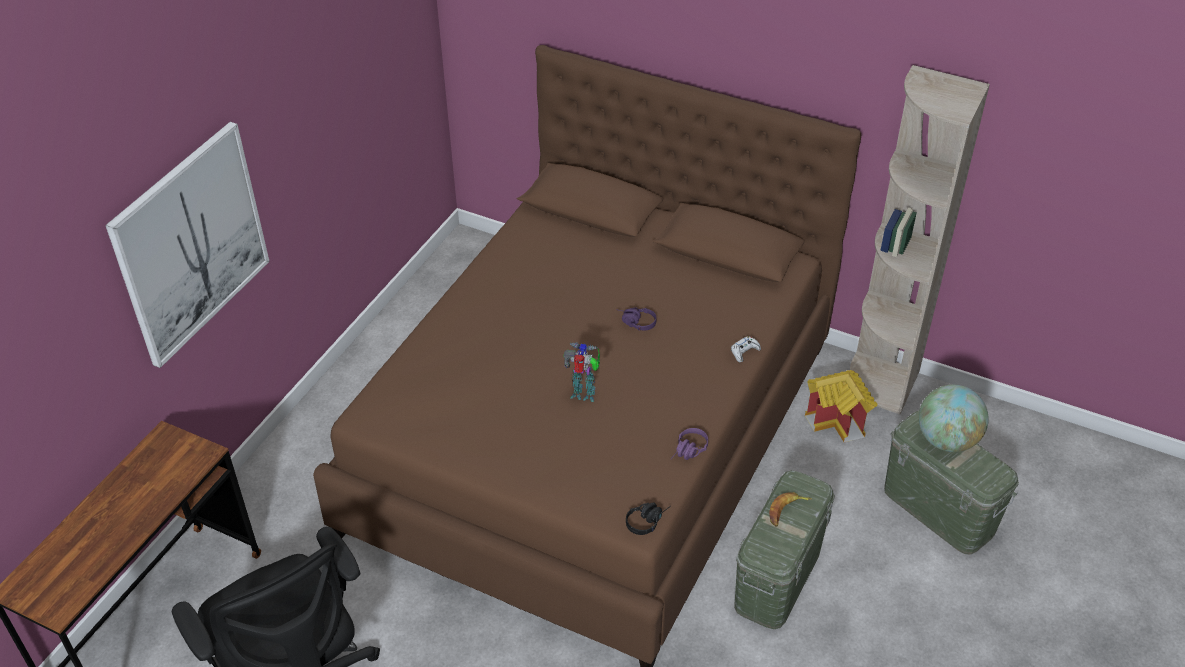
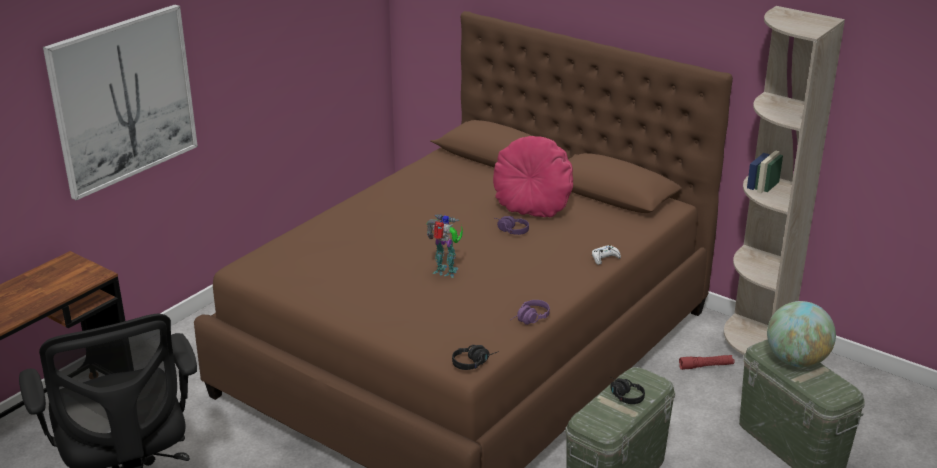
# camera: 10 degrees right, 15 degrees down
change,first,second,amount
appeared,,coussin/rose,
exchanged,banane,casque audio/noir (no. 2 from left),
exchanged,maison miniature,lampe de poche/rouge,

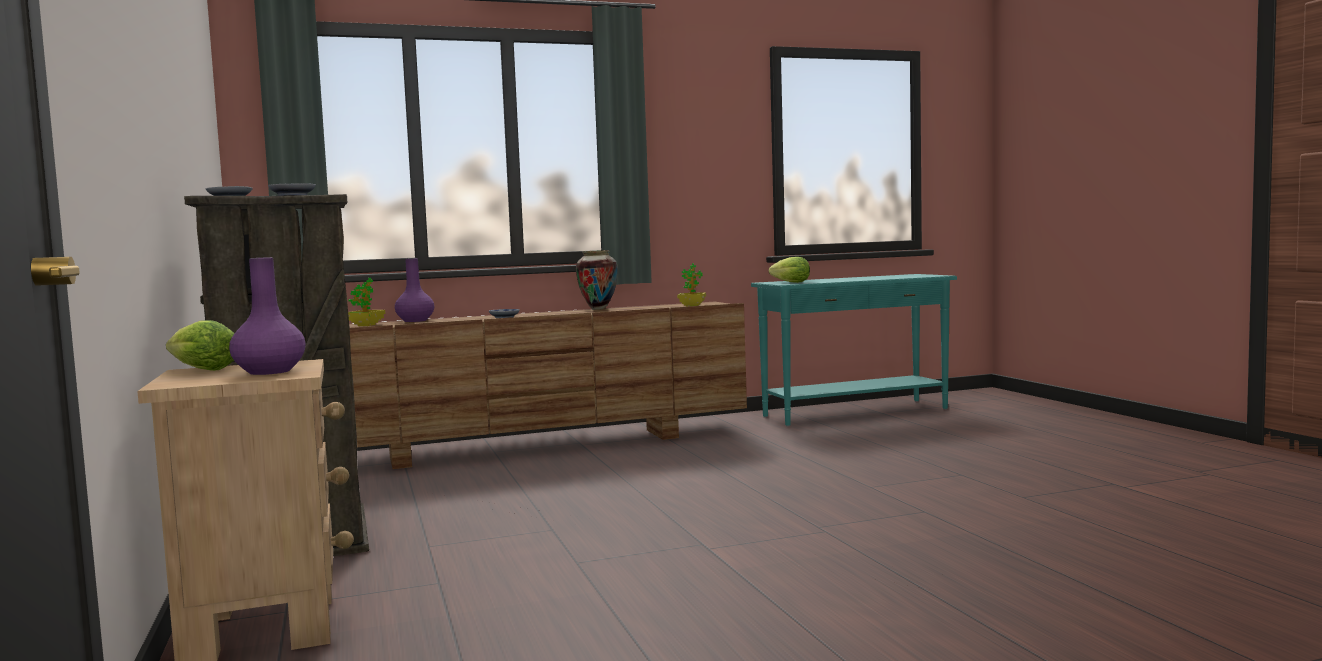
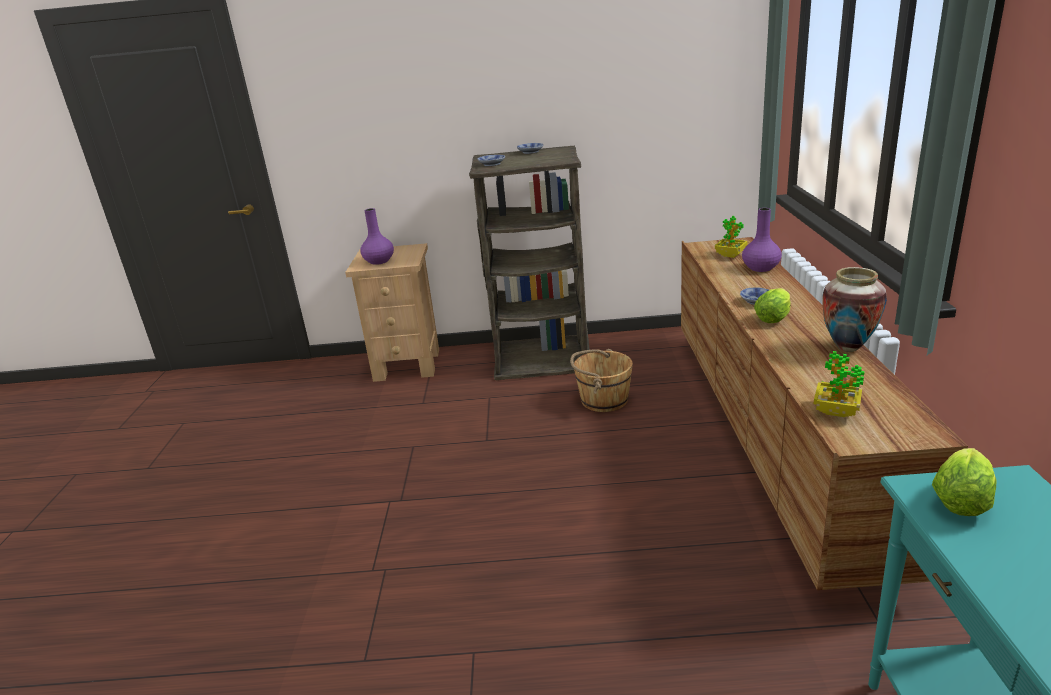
# camera: 110 degrees right, 20 degrees up
change,first,second,amount
appeared,,seau/marron,
relocated,laitue (no. 1 from left),,

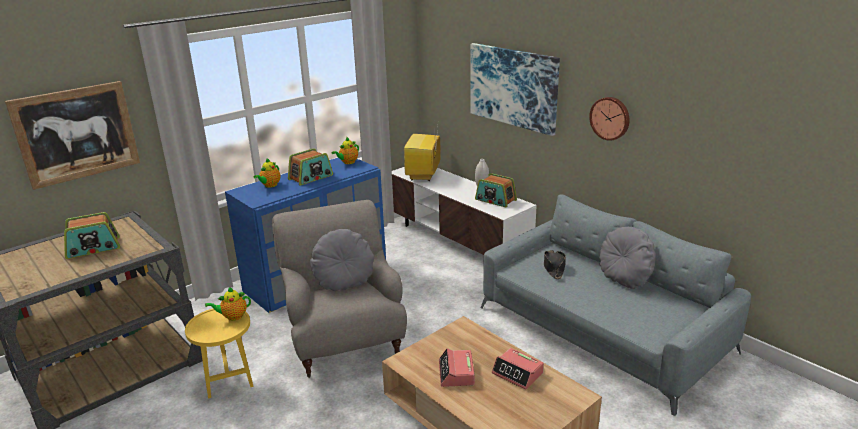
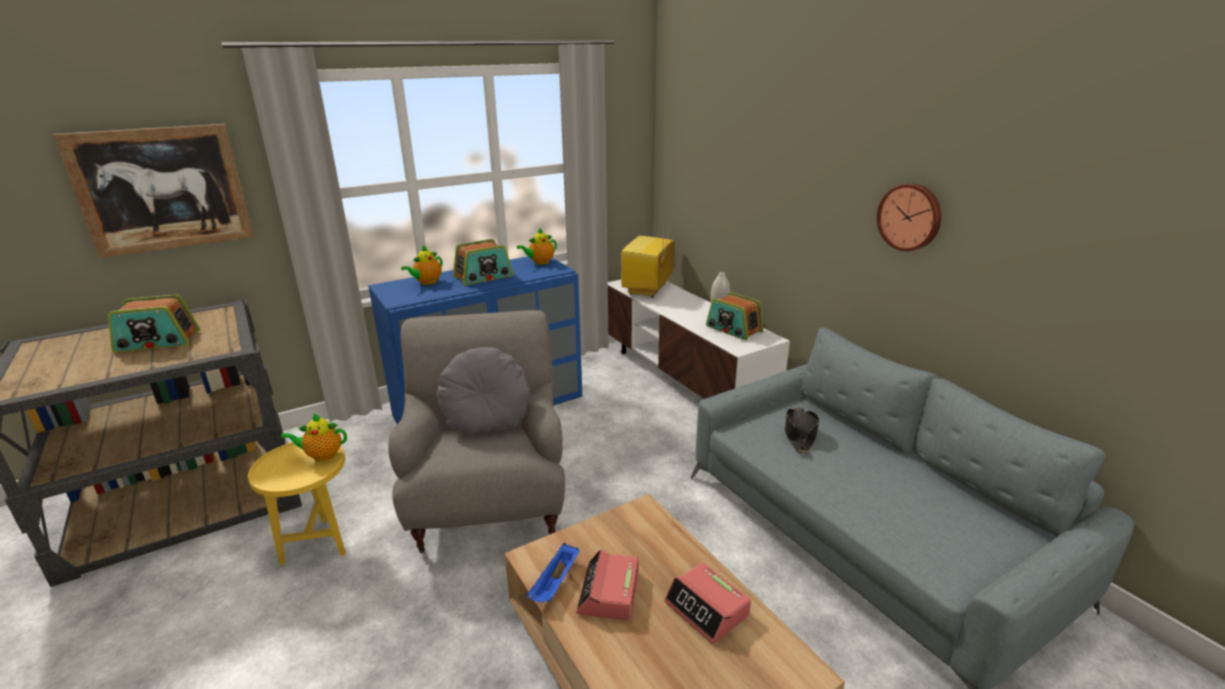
# camera: 10 degrees right, 0 degrees up
change,first,second,amount
appeared,,plateau/bleu,
missing,tableau (no. 2 from left),,
missing,coussin/gris (no. 2 from left),,

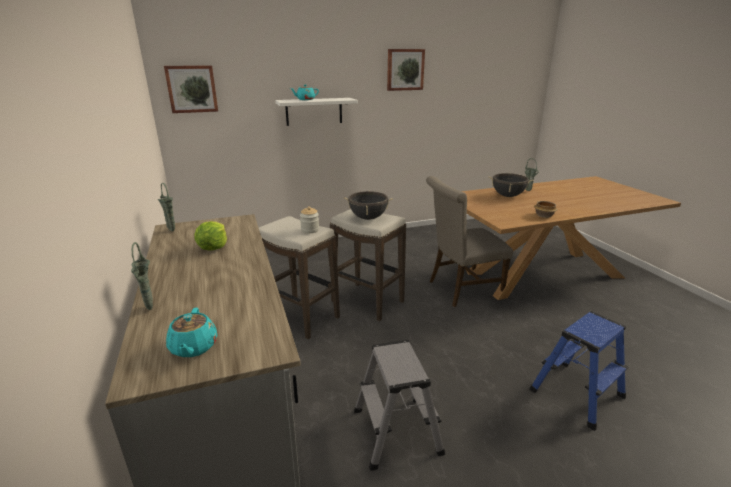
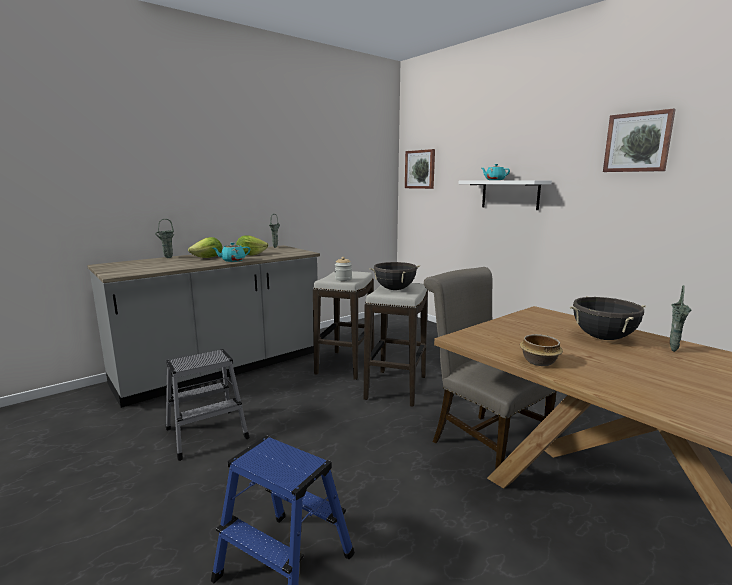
# camera: 70 degrees right, 10 degrees down
change,first,second,amount
appeared,,laitue (no. 1 from left),
relocated,théière/turquoise (no. 1 from left),,

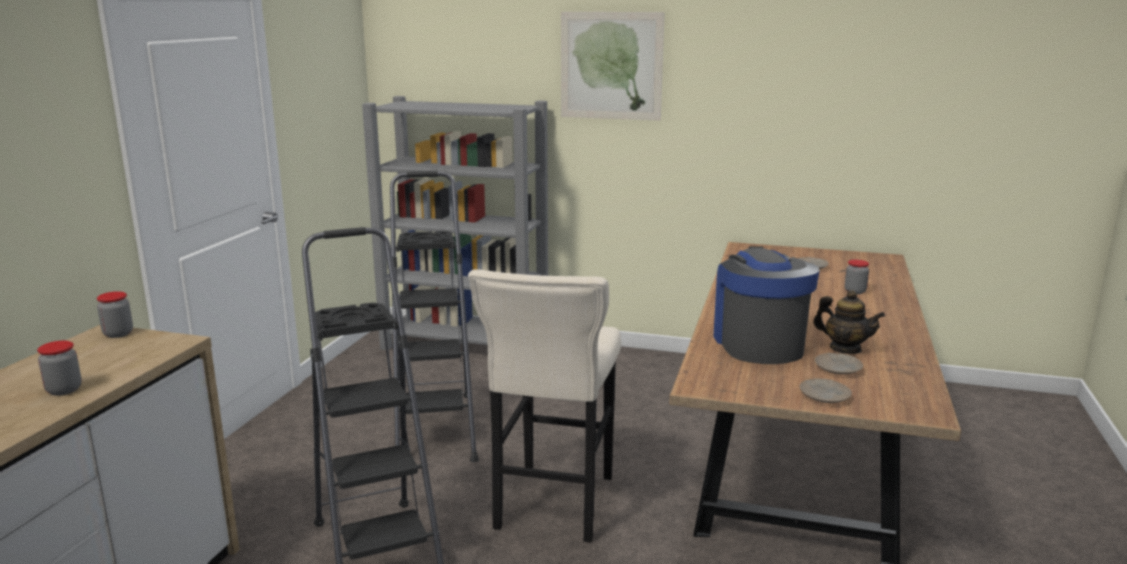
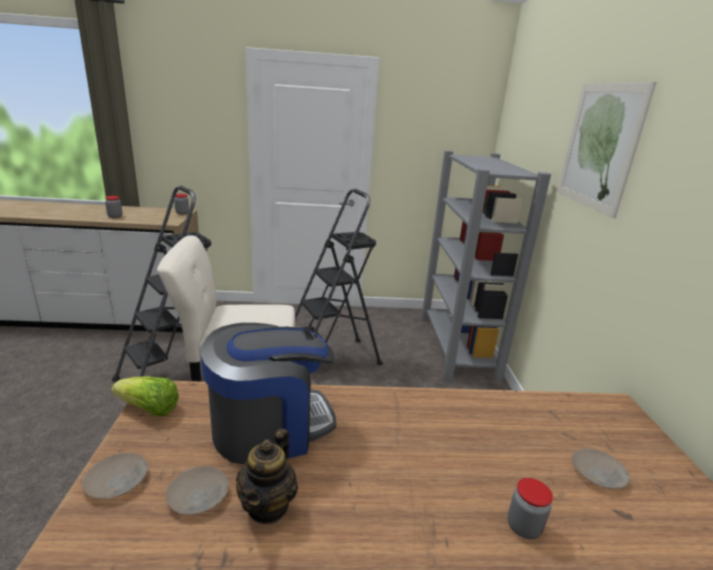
# camera: 70 degrees right, 5 degrees up
change,first,second,amount
appeared,,laitue,

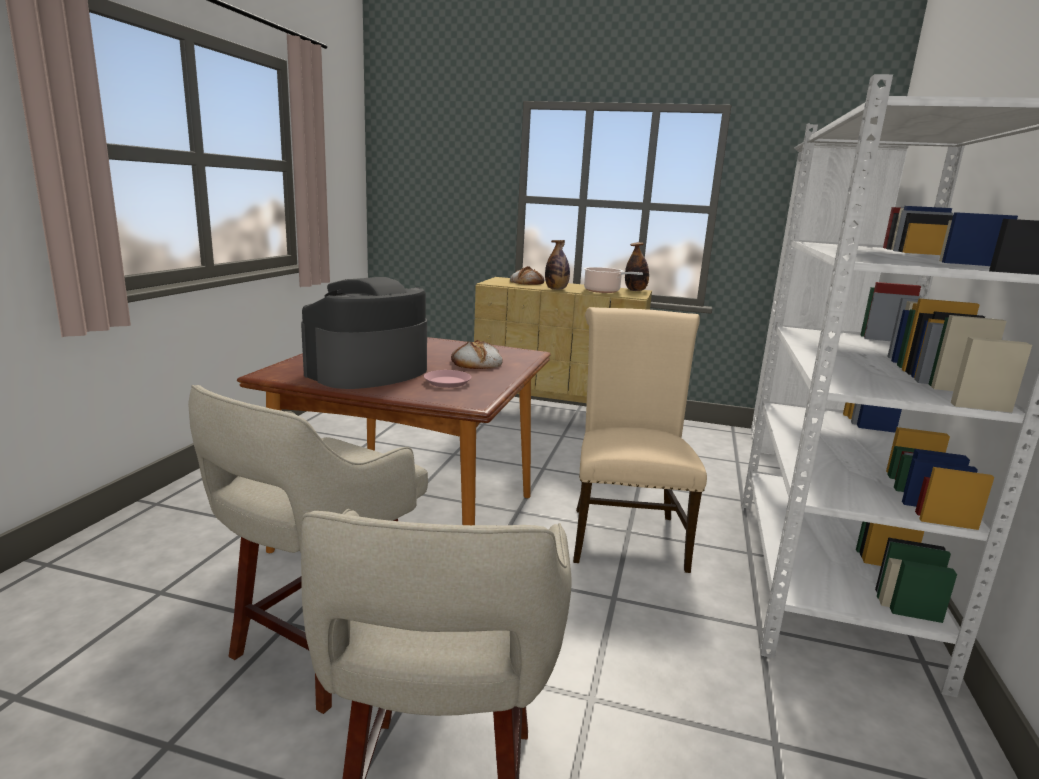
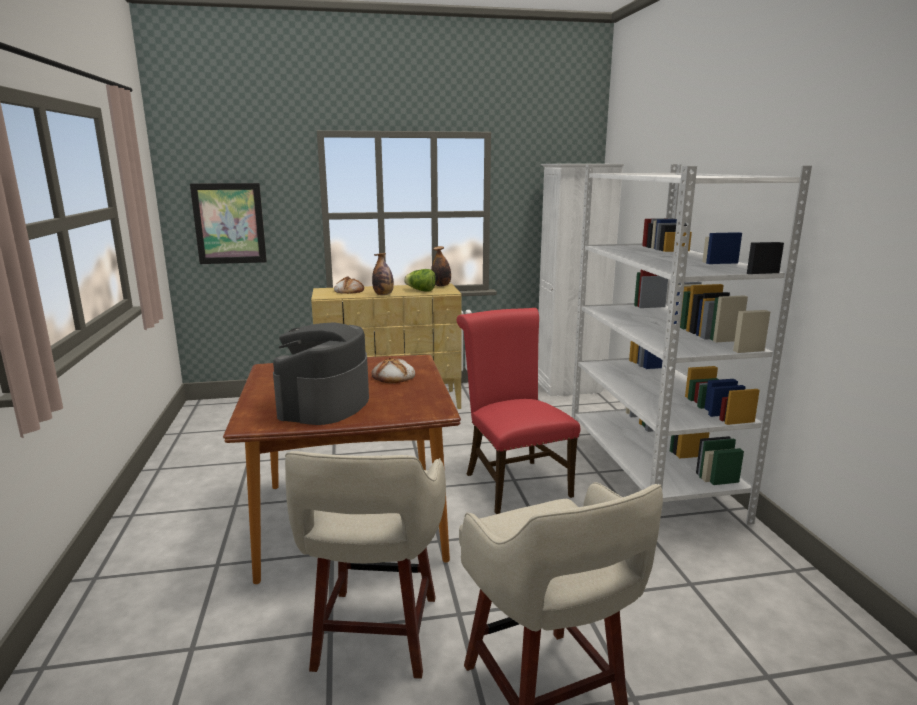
# camera: 25 degrees left, 0 degrees up
change,first,second,amount
appeared,,tableau,
exchanged,marmite,laitue,
colour,chaise/beige,chaise/rouge,
missing,assiette/rose,,

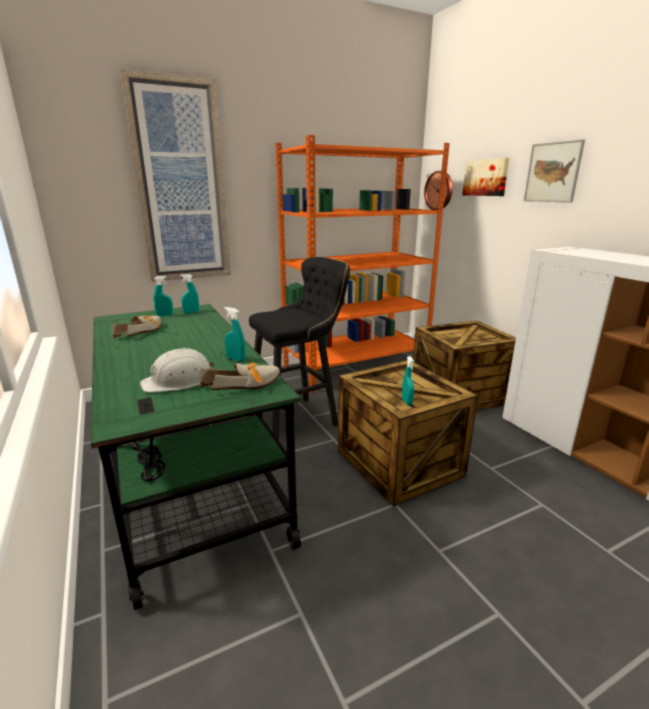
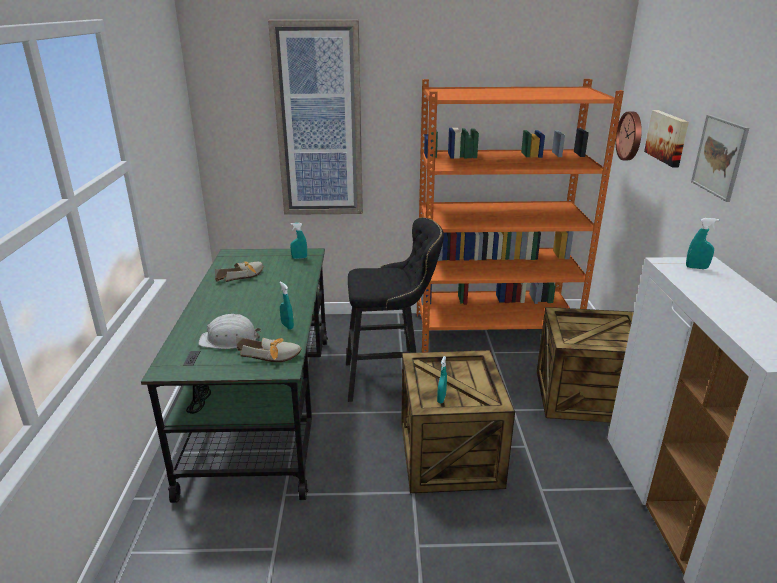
# camera: 25 degrees right, 5 degrees up
change,first,second,amount
relocated,vaporisateur/turquoise (no. 1 from left in the first image),vaporisateur/turquoise (no. 4 from left),

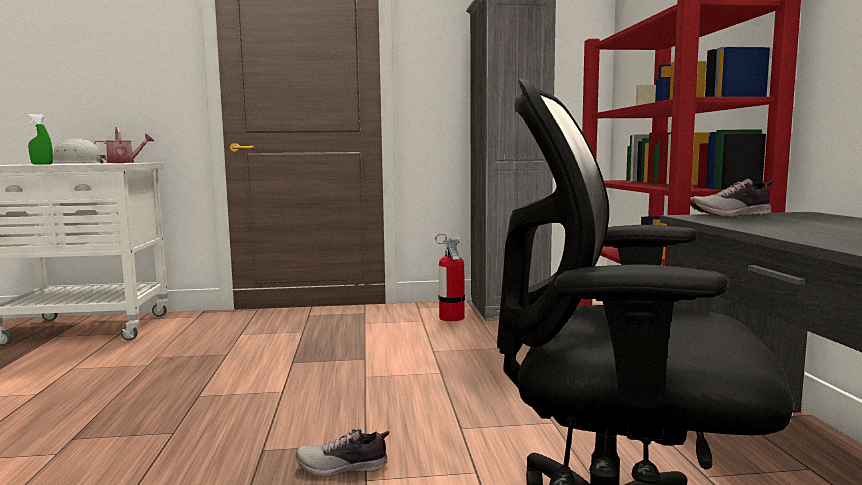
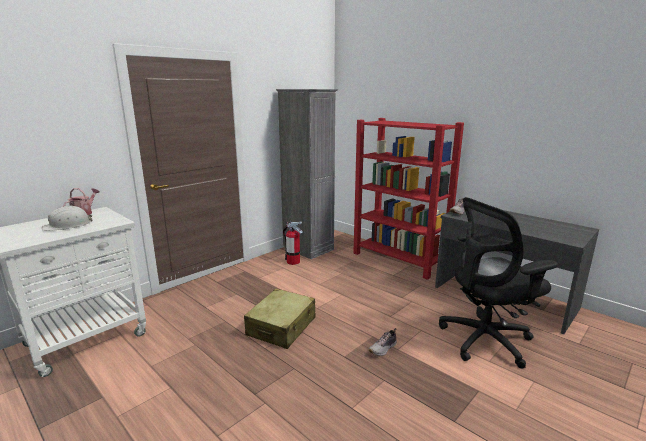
# camera: 40 degrees left, 10 degrees up
change,first,second,amount
appeared,,valise/beige,
missing,vaporisateur/vert,,

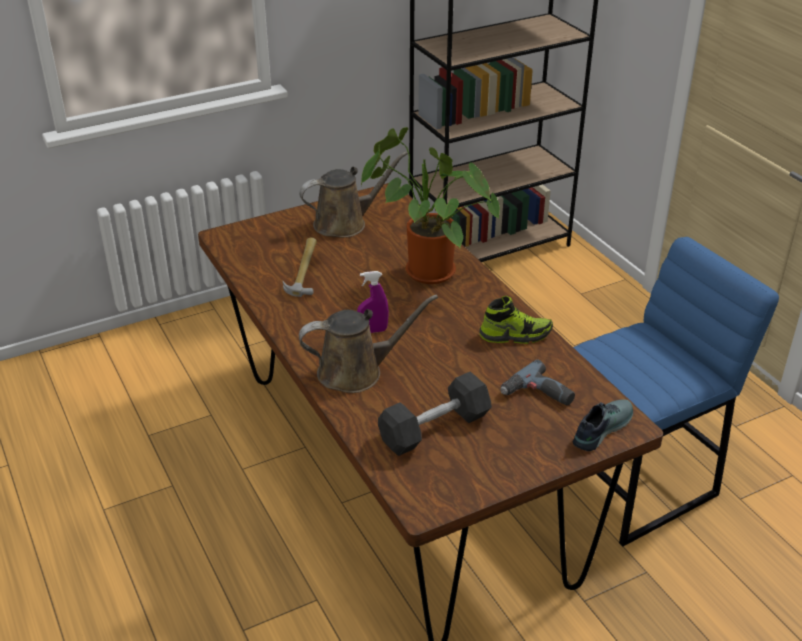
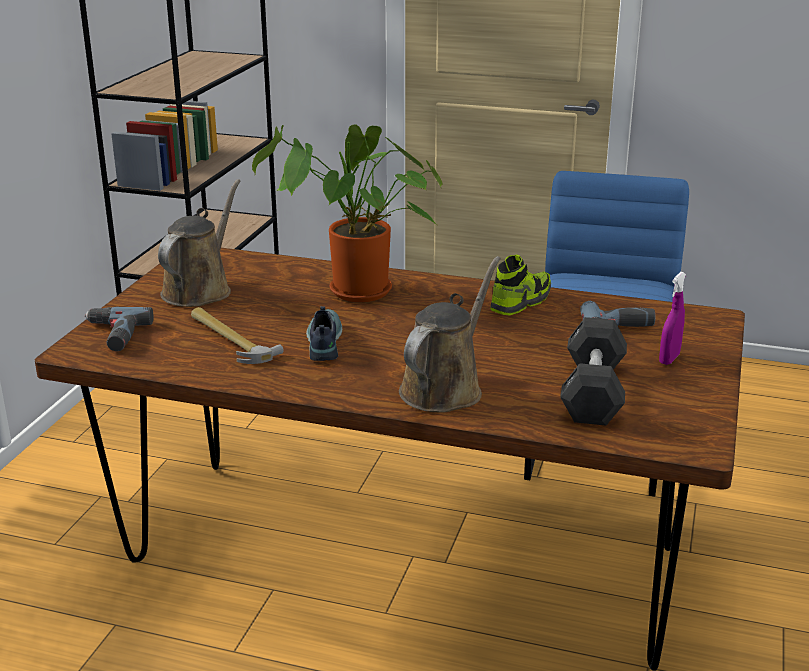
# camera: 45 degrees left, 10 degrees down
change,first,second,amount
appeared,,perceuse (no. 1 from left),
relocated,chaussure (no. 2 from left in the first image),chaussure (no. 1 from left),
relocated,vaporisateur/violet,,

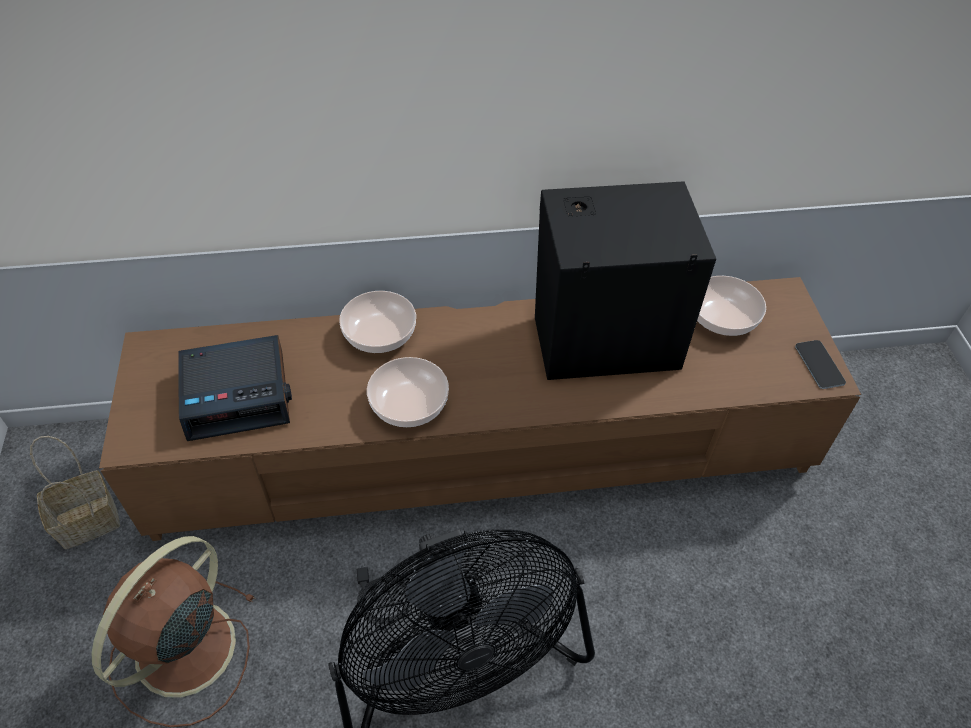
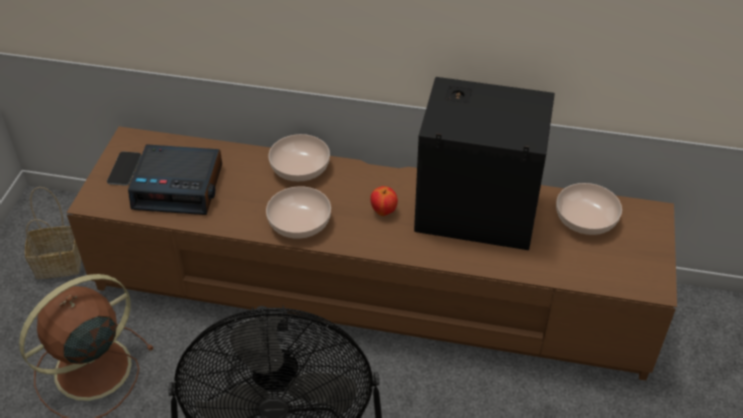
# camera: 20 degrees right, 5 degrees down
change,first,second,amount
relocated,téléphone,,
appeared,,pomme,

